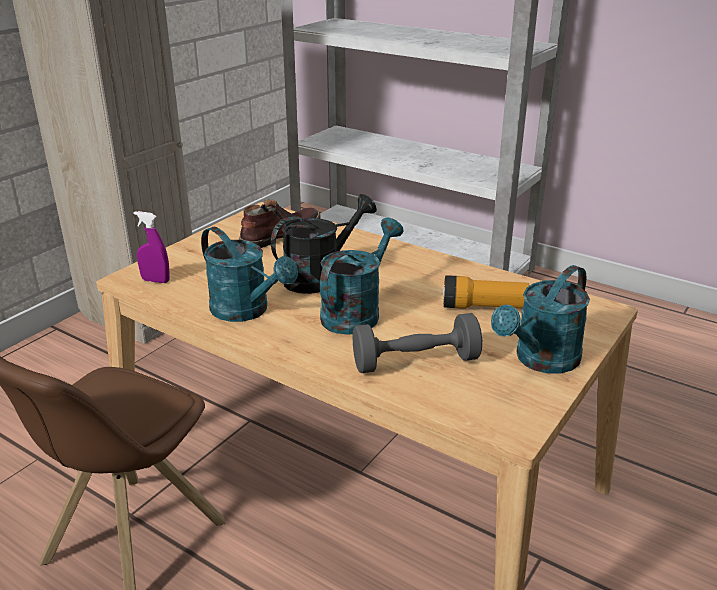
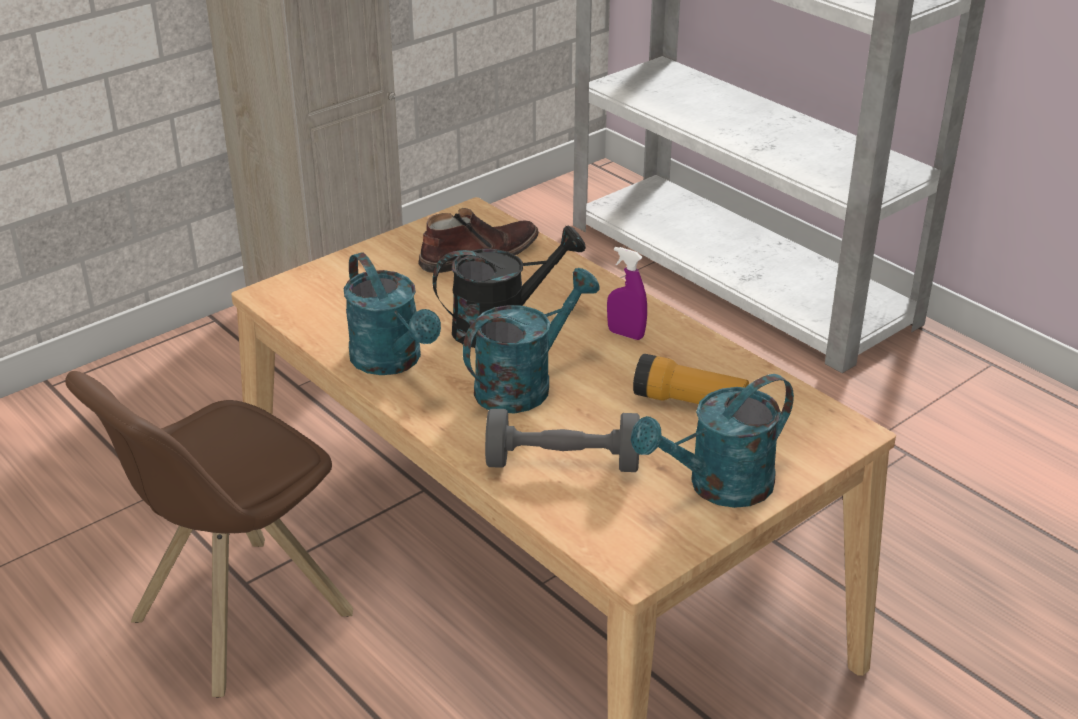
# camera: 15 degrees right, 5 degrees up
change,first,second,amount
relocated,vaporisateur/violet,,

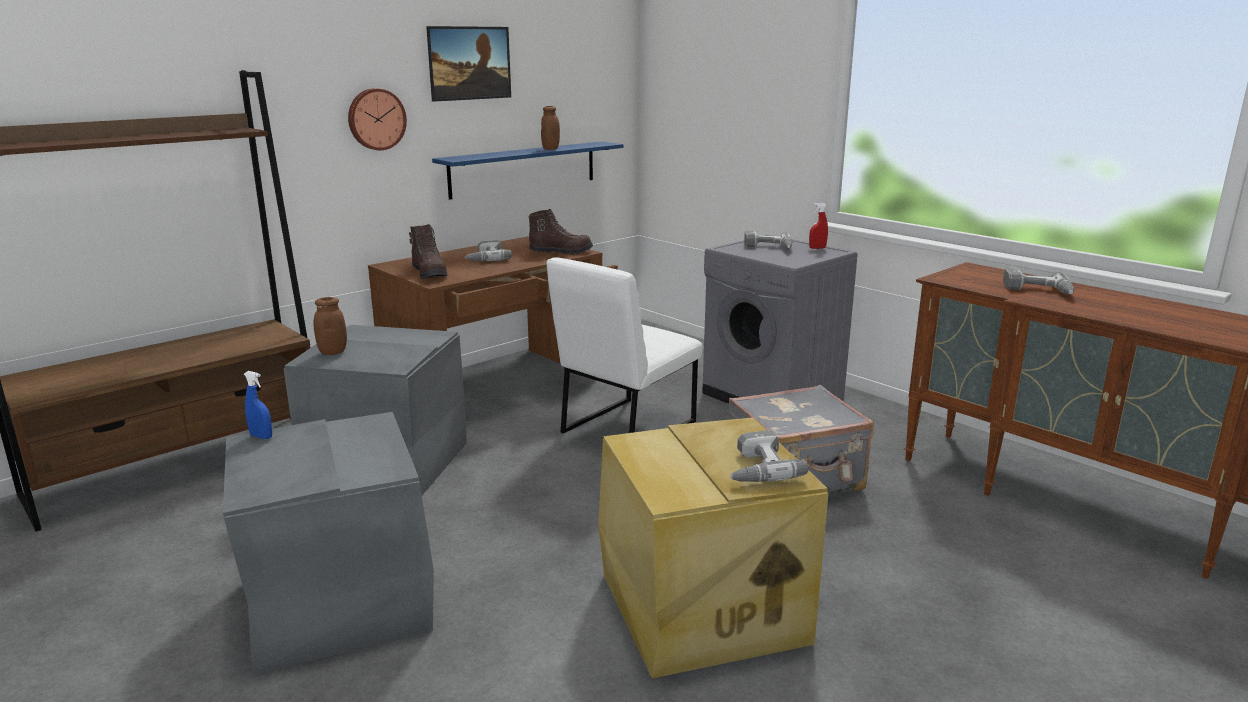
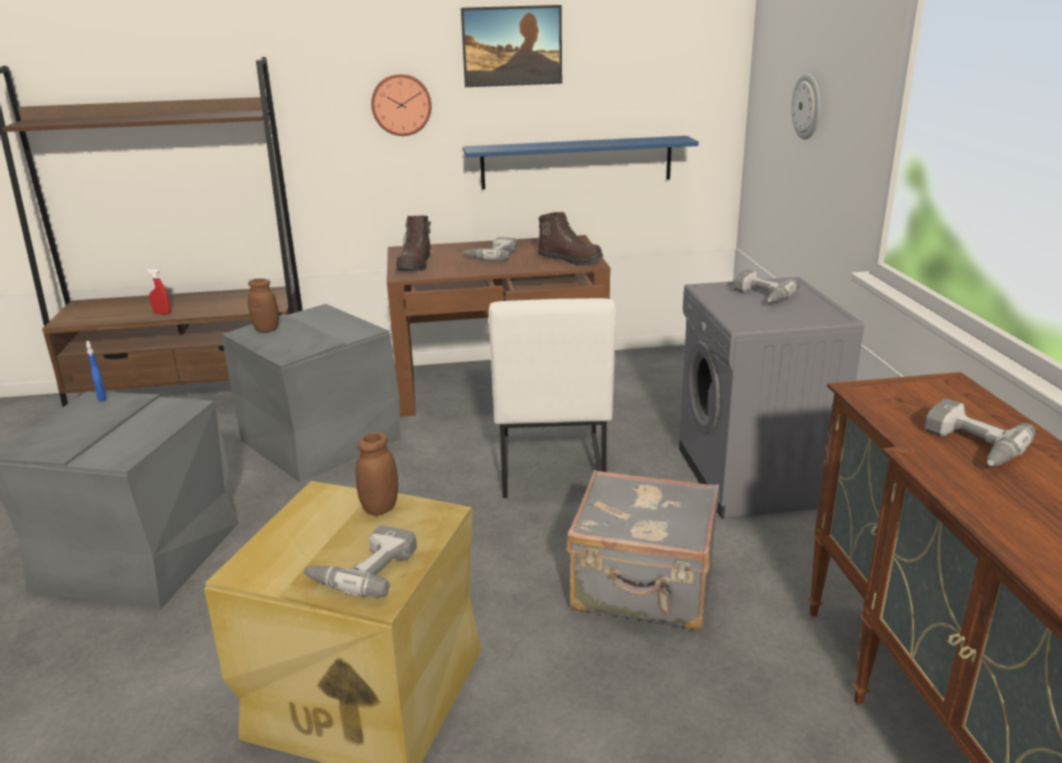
# camera: 35 degrees right, 5 degrees up
change,first,second,amount
relocated,vaporisateur/rouge,,
relocated,bocal/marron (no. 2 from left),,
spun,chaise/blanc,,75 degrees counterclockwise
appeared,,horloge murale (no. 2 from left),

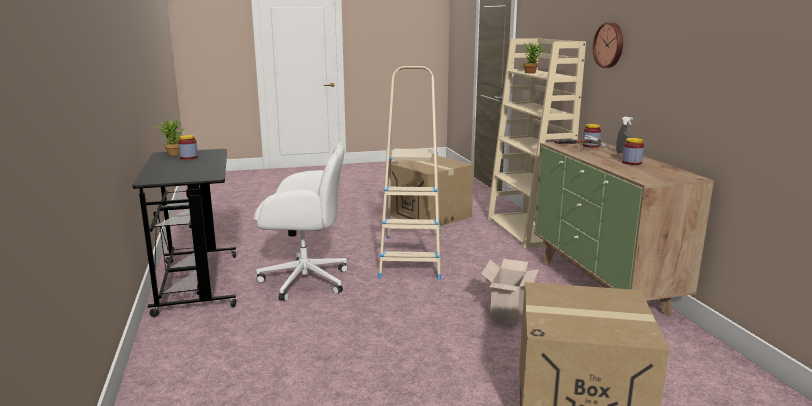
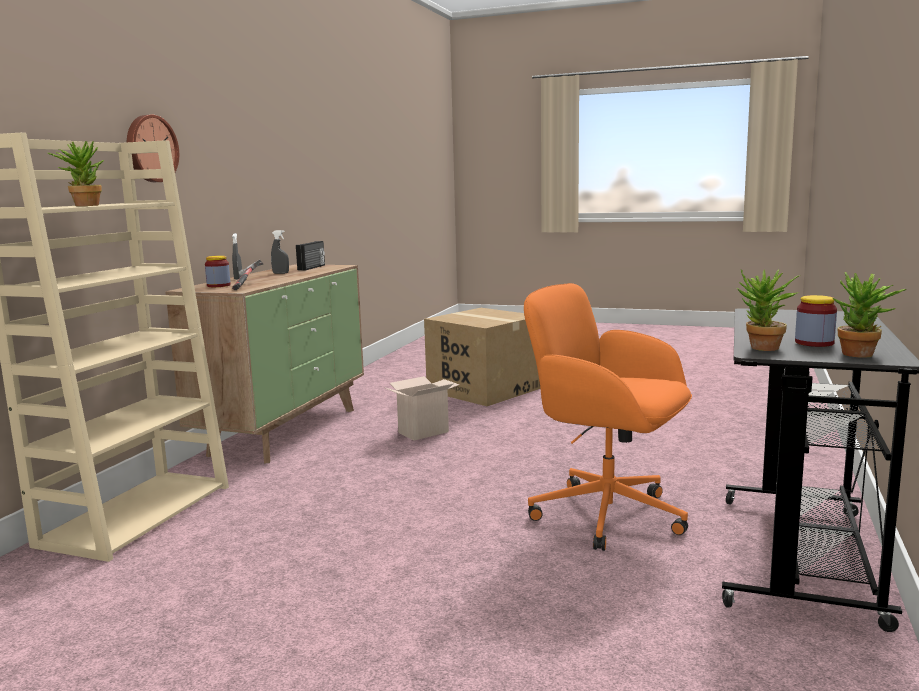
# camera: 145 degrees left, 5 degrees down
change,first,second,amount
exchanged,bocal (no. 3 from left),vaporisateur/gris (no. 2 from left),
appeared,,radio,
colour,chaise de bureau/blanc,chaise de bureau/orange,
appeared,,plante en pot (no. 2 from left),
missing,escabeau/beige,,
missing,carton (no. 1 from left),,

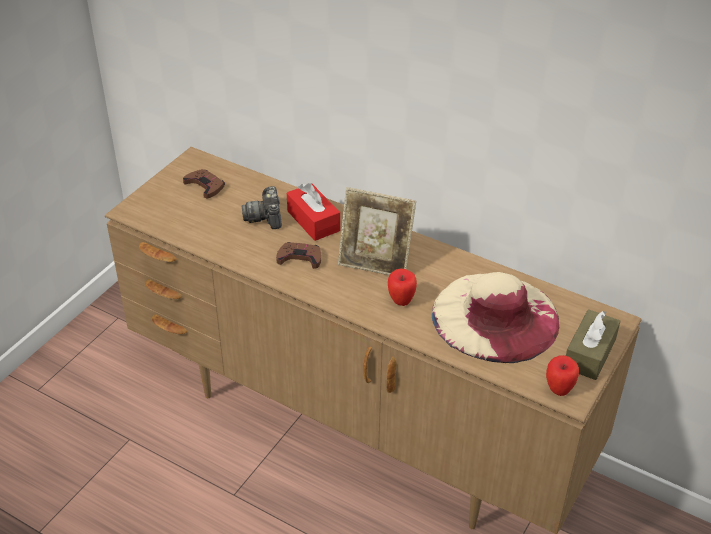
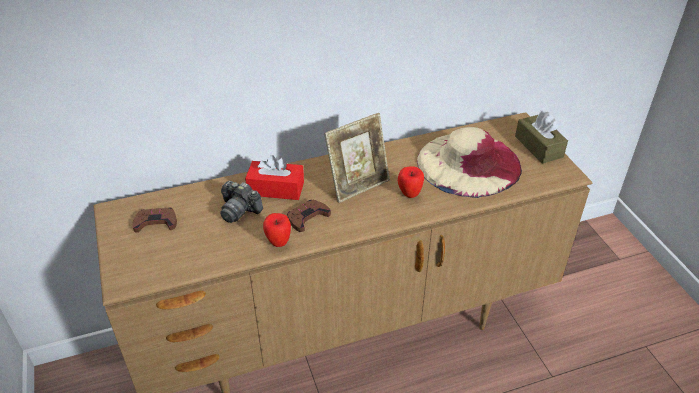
# camera: 50 degrees left, 0 degrees up
change,first,second,amount
relocated,pomme (no. 2 from left in the first image),pomme (no. 1 from left),

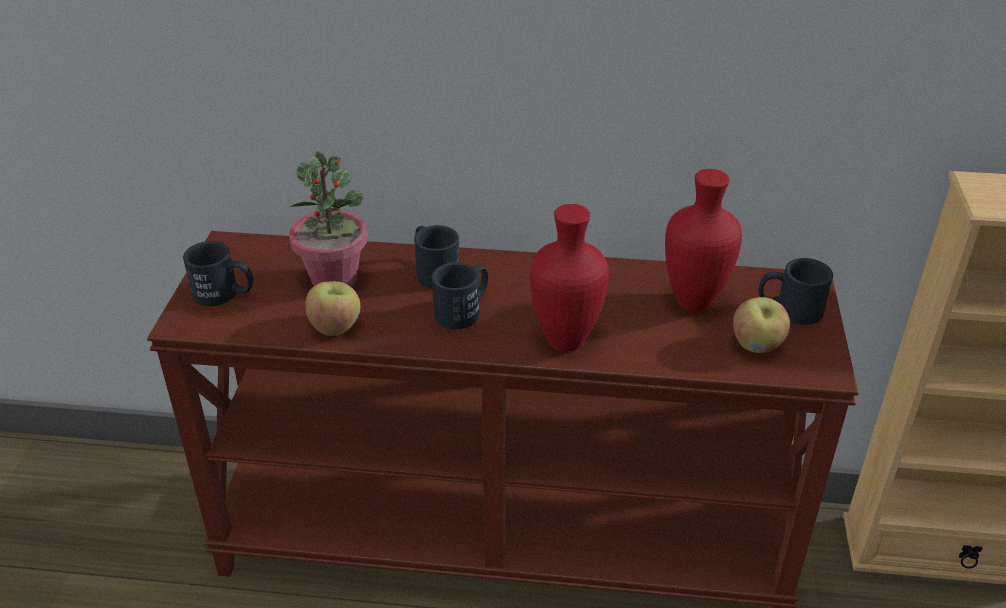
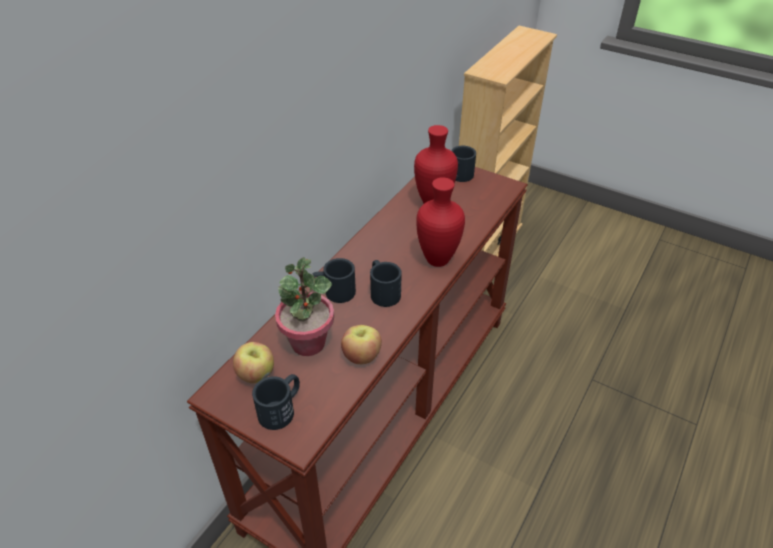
# camera: 65 degrees left, 5 degrees up
change,first,second,amount
relocated,pomme (no. 2 from left in the first image),pomme (no. 1 from left),

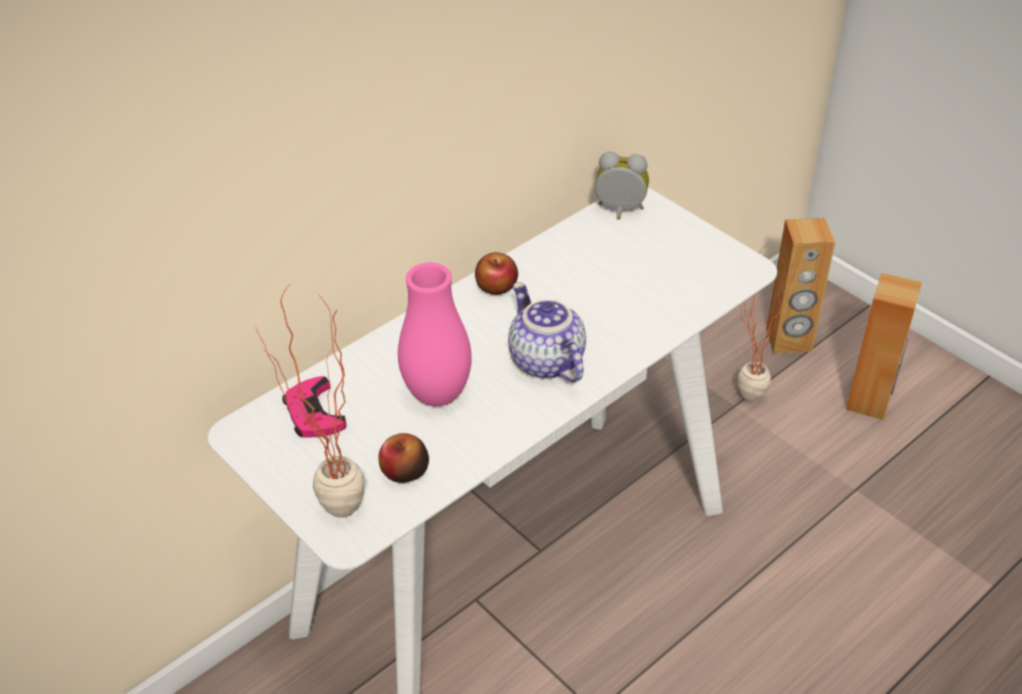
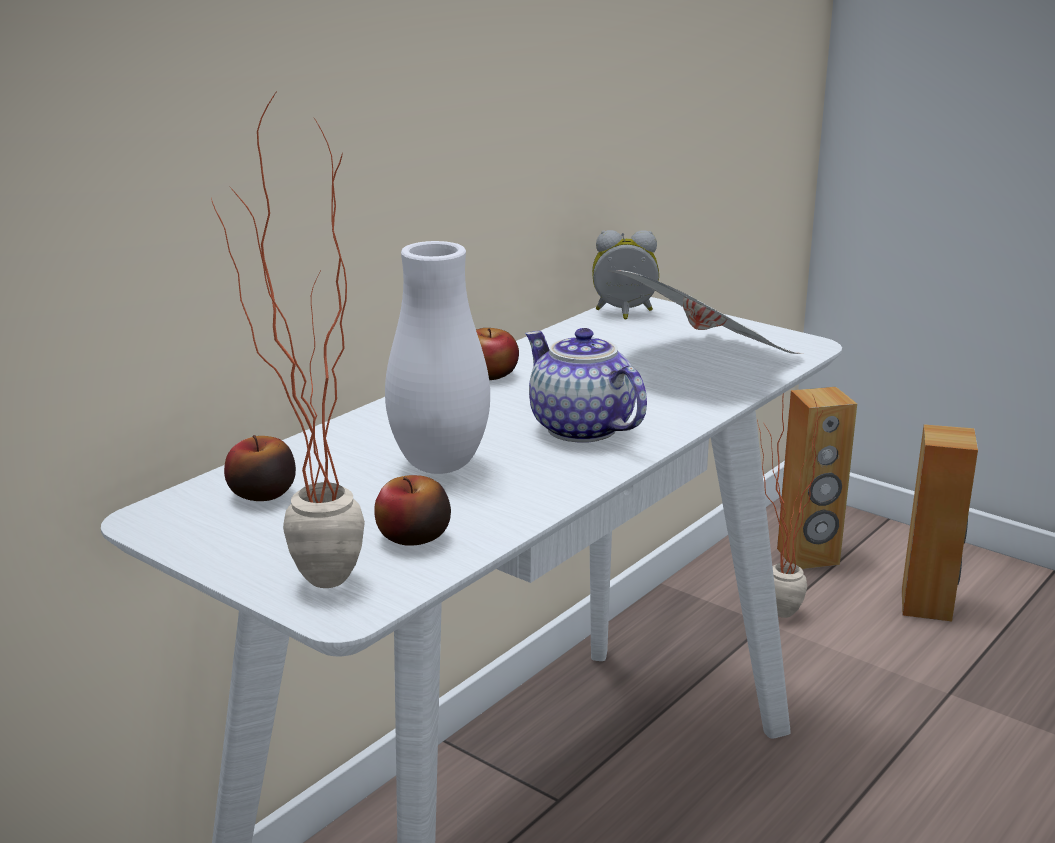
# camera: 10 degrees left, 20 degrees down
change,first,second,amount
exchanged,manette/rose,pomme (no. 1 from left),
colour,vase/rose,vase/blanc,
appeared,,journal,

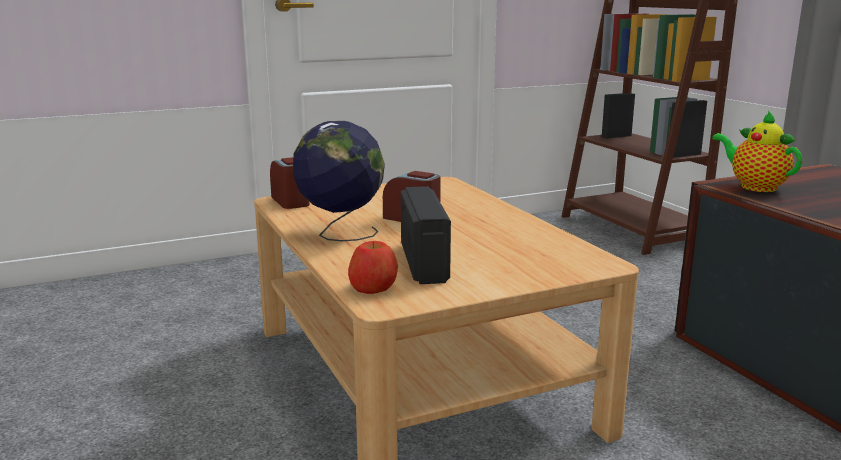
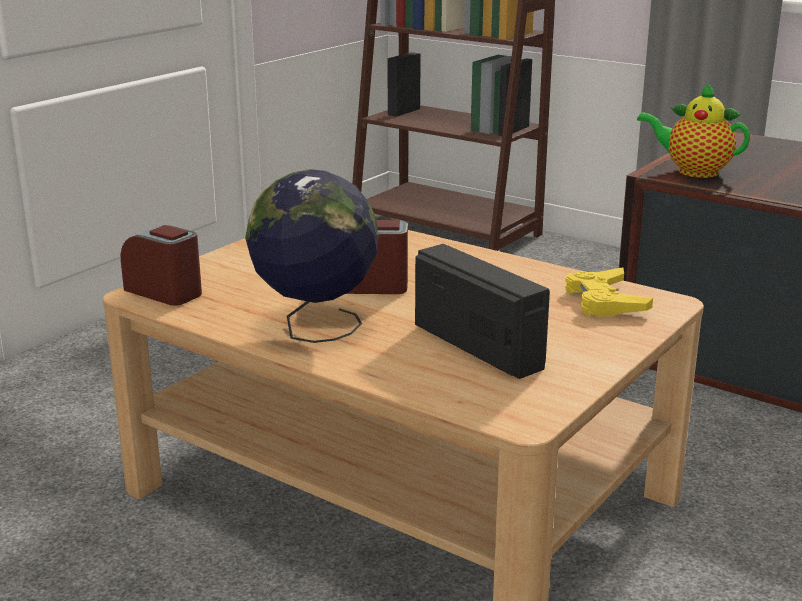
# camera: 30 degrees left, 5 degrees up
change,first,second,amount
appeared,,manette/jaune,
missing,pomme,,

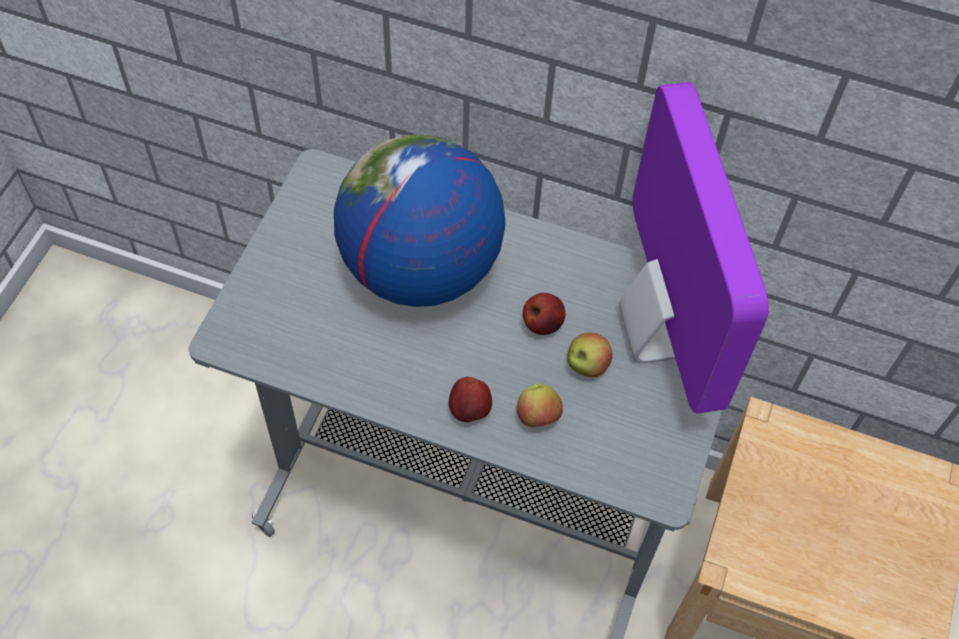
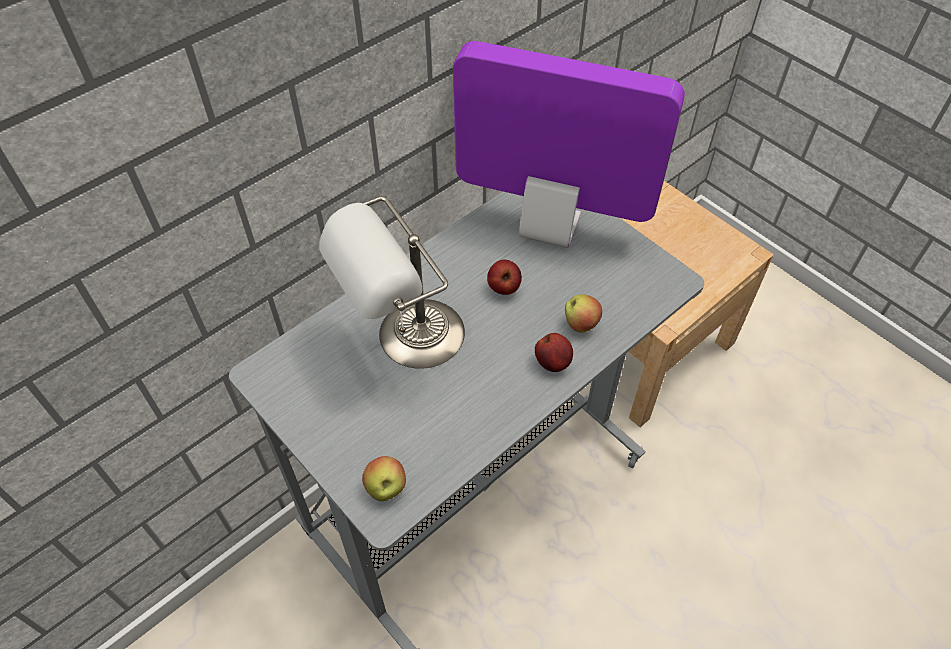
# camera: 60 degrees left, 5 degrees down
change,first,second,amount
exchanged,globe,lampe de table/blanc,
relocated,pomme (no. 4 from left in the first image),pomme (no. 1 from left),

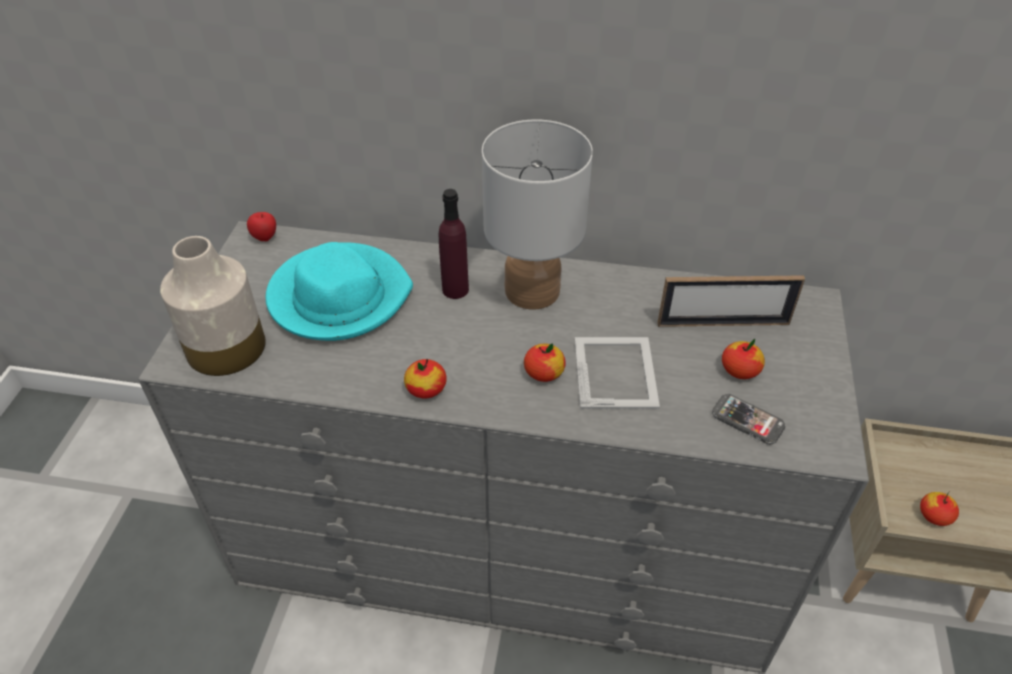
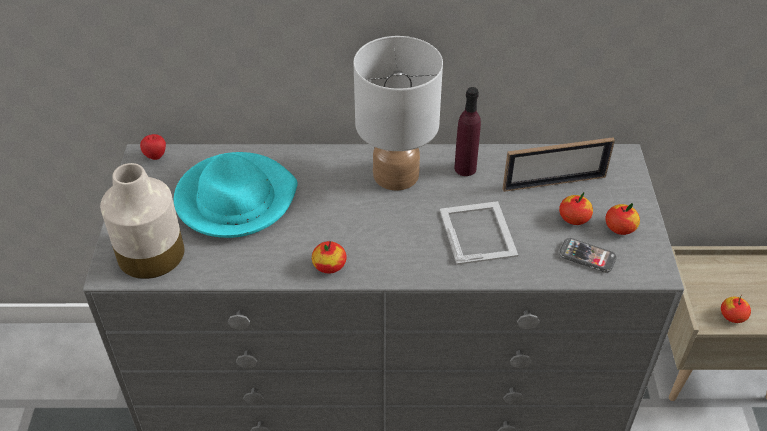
# camera: 10 degrees left, 0 degrees up
change,first,second,amount
relocated,bouteille/violet,,
relocated,pomme (no. 3 from left in the first image),pomme (no. 4 from left),

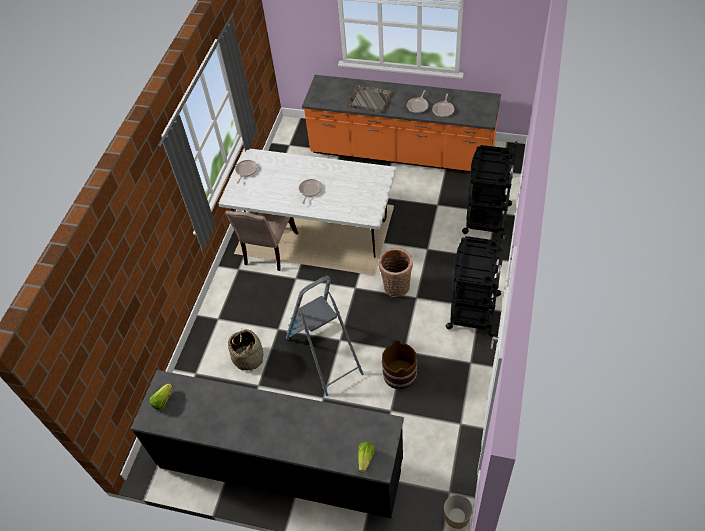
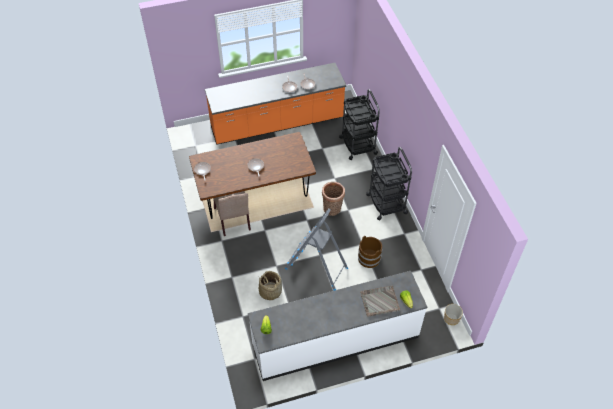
# camera: 35 degrees left, 0 degrees up
change,first,second,amount
colour,table à manger/blanc,table à manger/marron,
colour,comptoir de cuisine/noir,comptoir de cuisine/blanc,
relocated,plateau/gris,,

